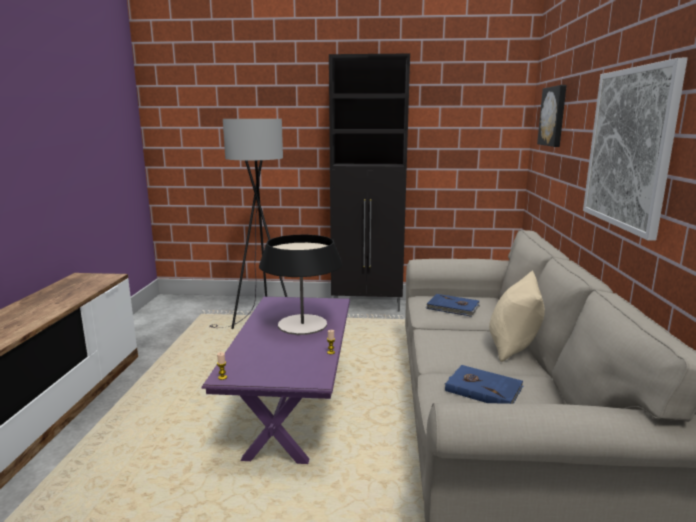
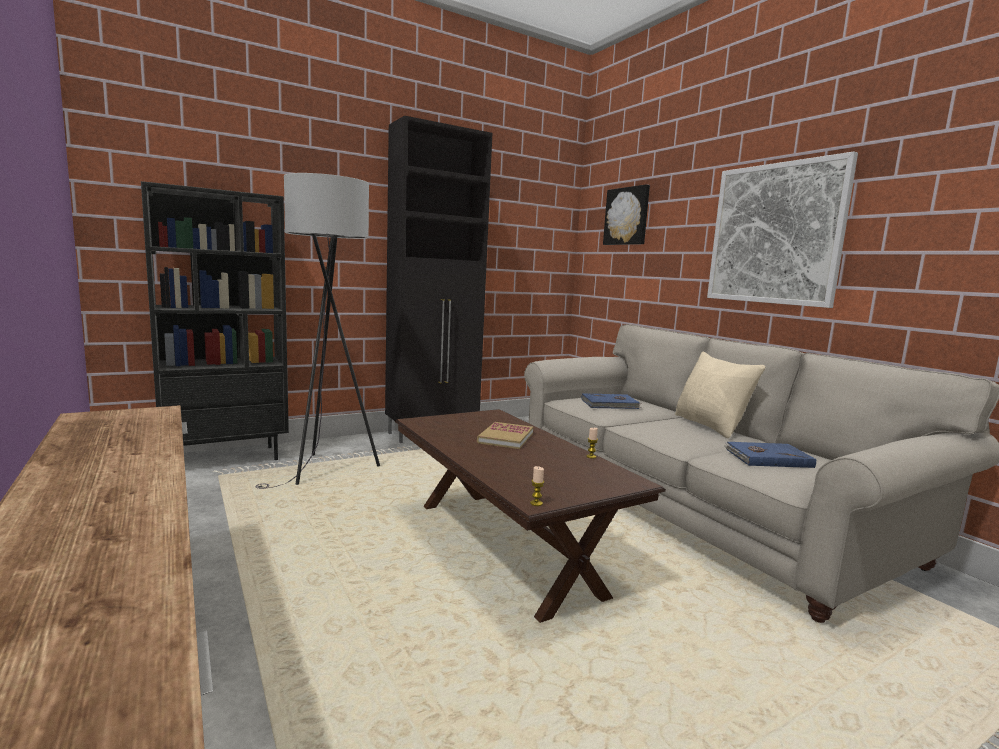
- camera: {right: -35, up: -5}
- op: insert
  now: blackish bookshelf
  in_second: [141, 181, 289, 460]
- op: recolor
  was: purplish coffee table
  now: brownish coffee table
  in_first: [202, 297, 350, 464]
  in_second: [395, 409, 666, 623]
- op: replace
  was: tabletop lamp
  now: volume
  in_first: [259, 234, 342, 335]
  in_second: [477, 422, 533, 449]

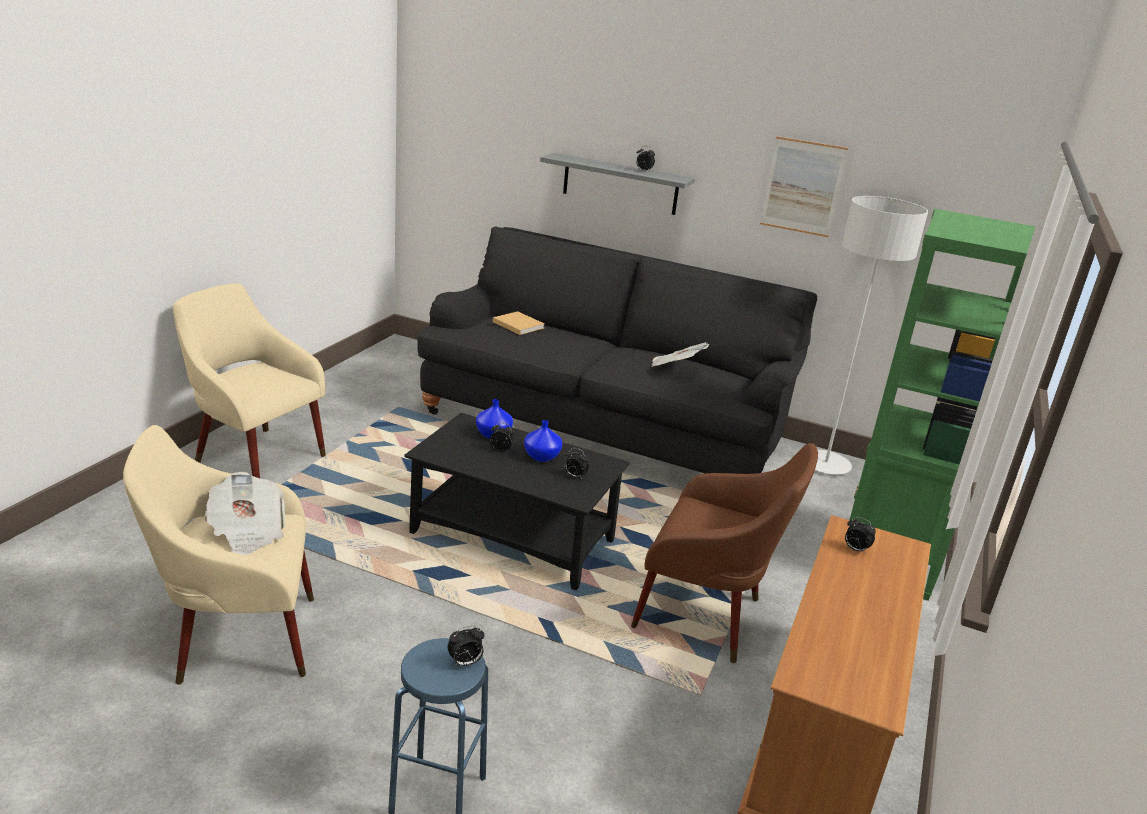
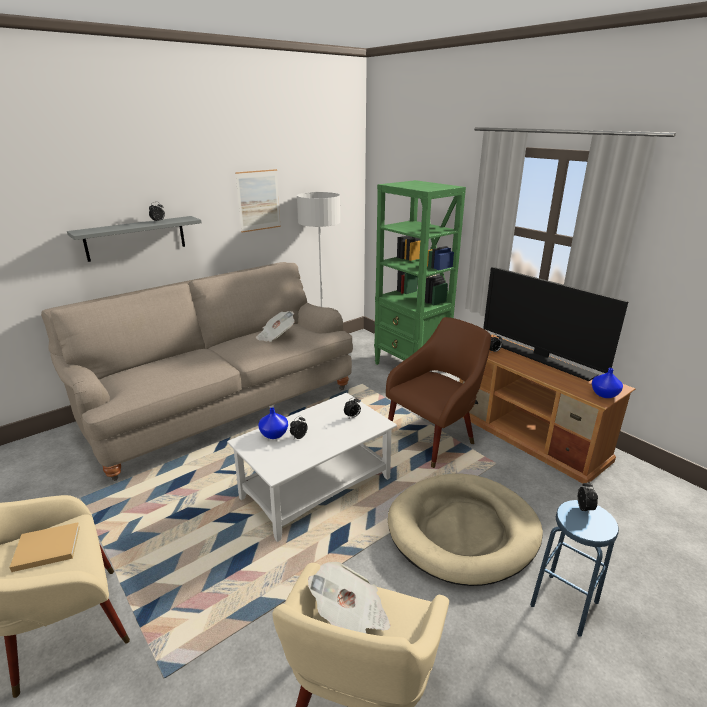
- camera: {right: -60, up: 0}
- op: move
  was: beige-coloured volume
  in_first: [493, 311, 545, 335]
  in_second: [9, 522, 80, 572]
- op: recolor
  was: blackish settee
  now: beige-coloured settee
  in_first: [417, 226, 817, 474]
  in_second: [41, 262, 353, 481]
- op: recolor
  was: blackish coffee table
  now: white coffee table
  in_first: [404, 413, 630, 590]
  in_second: [227, 393, 397, 542]
- op: insert
  now: beige-coloured dog bed
  in_second: [388, 474, 543, 586]
- op: insert
  now: television
  in_second: [483, 267, 628, 381]
- op: move
  was: blue decorative vase
  in_first: [524, 420, 563, 462]
  in_second: [592, 368, 623, 398]

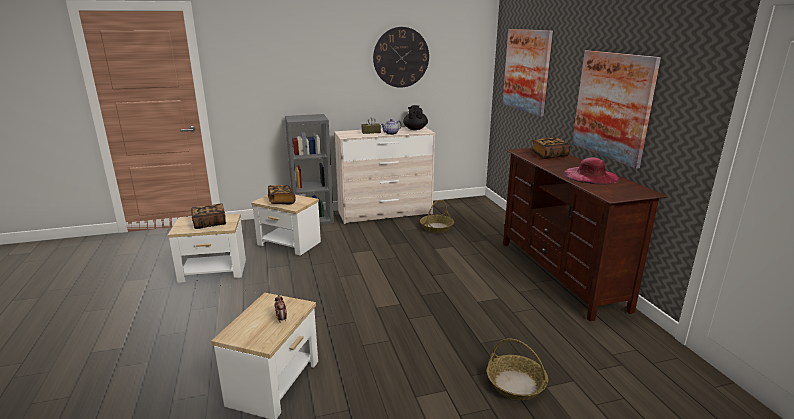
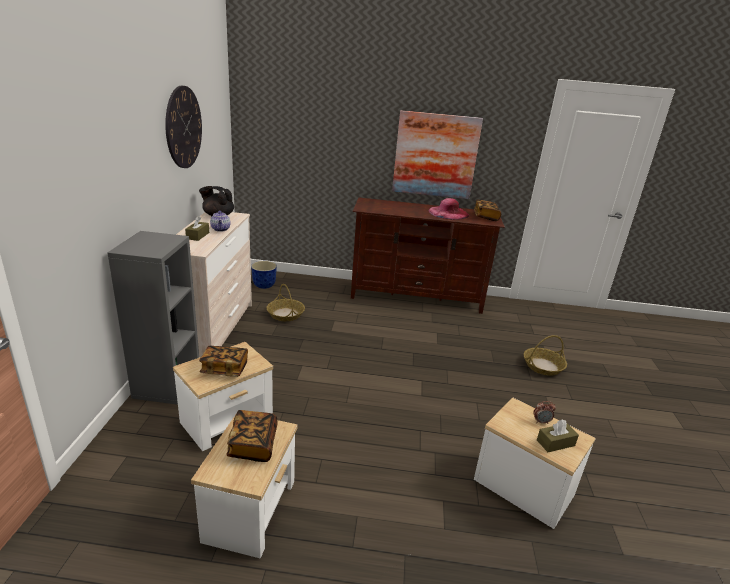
- camera: {right: -70, up: 5}
- op: insert
  now: flower pot
  in_second: [251, 261, 277, 289]
- op: move
  was: volume
  in_first: [531, 138, 571, 159]
  in_second: [474, 200, 501, 221]
- op: insert
  now: brownish tissue holder
  in_second: [537, 419, 579, 452]
- op: delete
  was: wall art
  in_first: [502, 29, 553, 117]

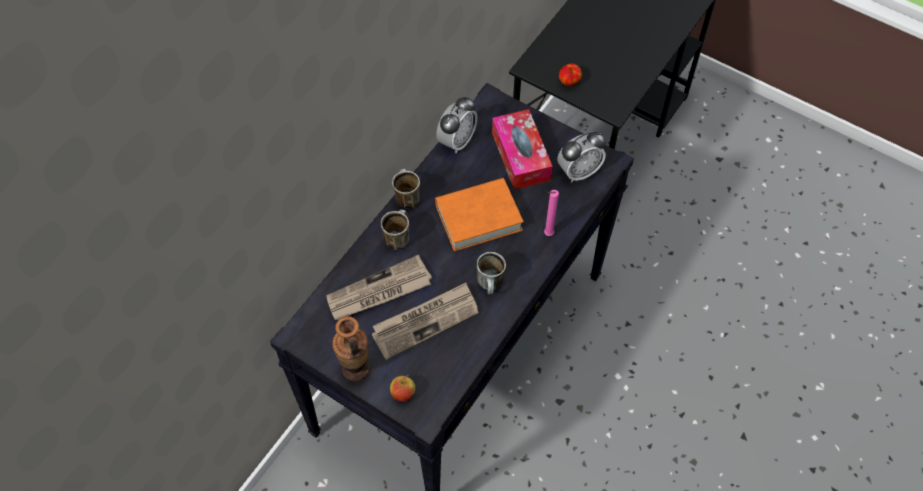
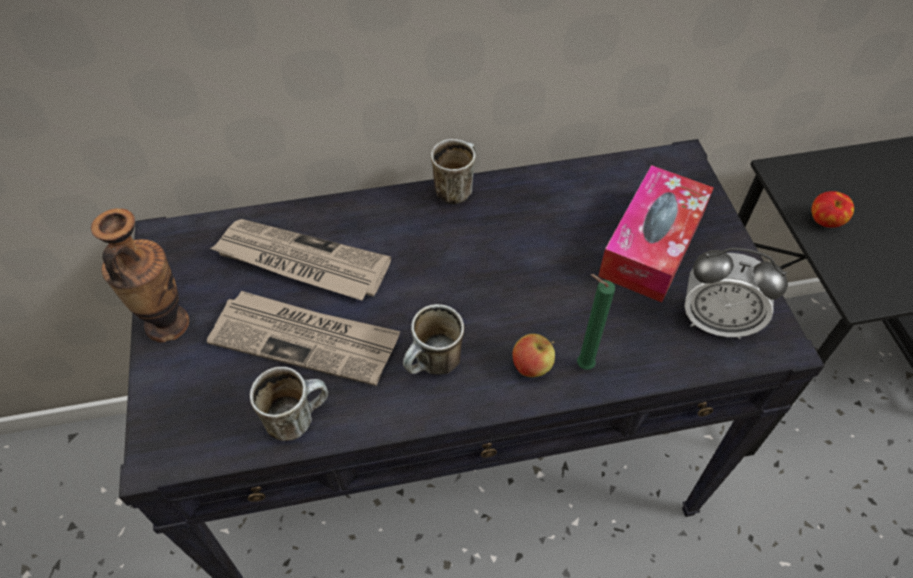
- camera: {right: 45, up: -5}
- op: move
  was: tea mug
  in_first: [381, 209, 409, 250]
  in_second: [250, 367, 328, 441]
- op: move
  was: apple
  in_first: [390, 375, 415, 402]
  in_second: [513, 334, 555, 377]
- op: recolor
  was: pinkish wax light
  now: green wax light
  in_first: [544, 190, 559, 236]
  in_second: [577, 274, 615, 370]
- op: delete
  was: orangey volume
  in_first: [435, 178, 524, 252]
- op: delete
  was: alarm clock
  in_first: [436, 96, 477, 153]

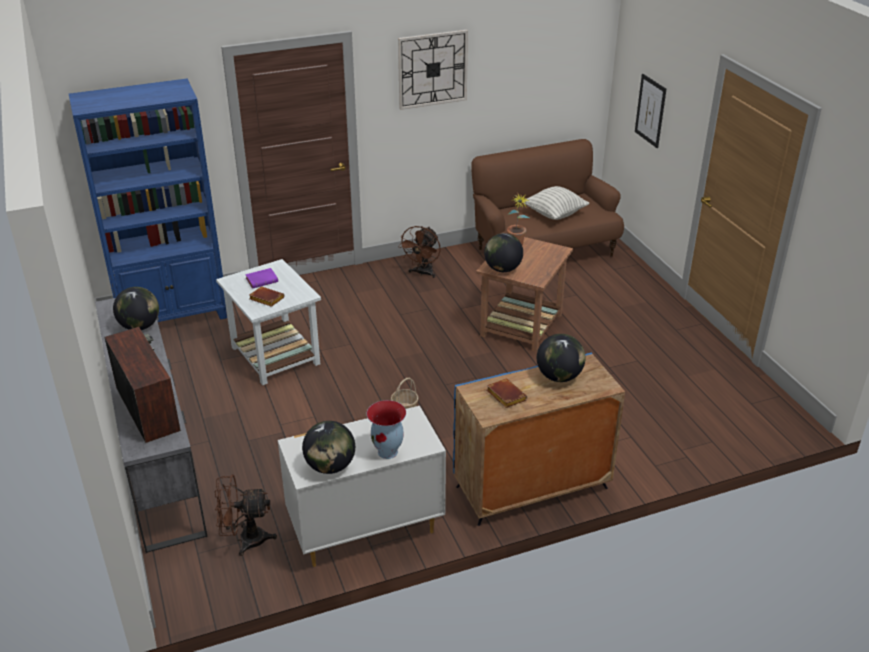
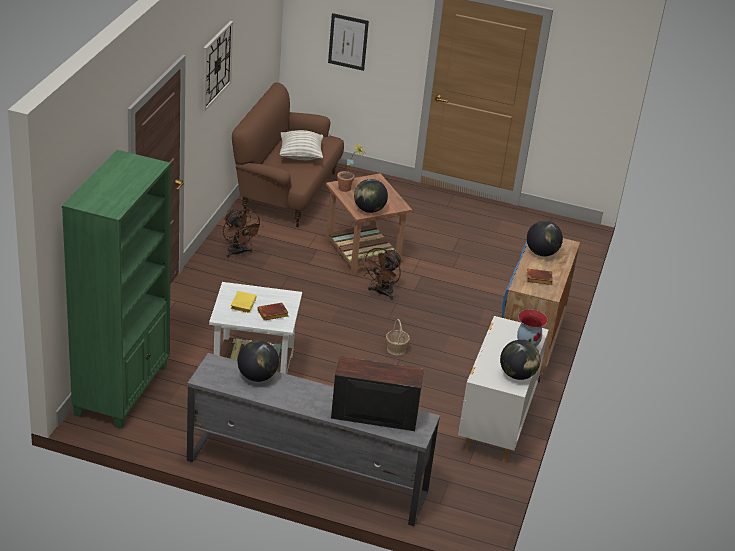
- camera: {right: -55, up: 0}
- op: recolor
  was: blue bookshelf
  now: green bookshelf
  in_first: [69, 78, 227, 322]
  in_second: [62, 150, 171, 429]
- op: recolor
  was: purplish volume
  now: yellow-coloured volume
  in_first: [245, 268, 278, 289]
  in_second: [231, 291, 256, 313]
- op: move
  was: brownish electric fan
  in_first: [215, 475, 277, 556]
  in_second: [361, 248, 402, 300]

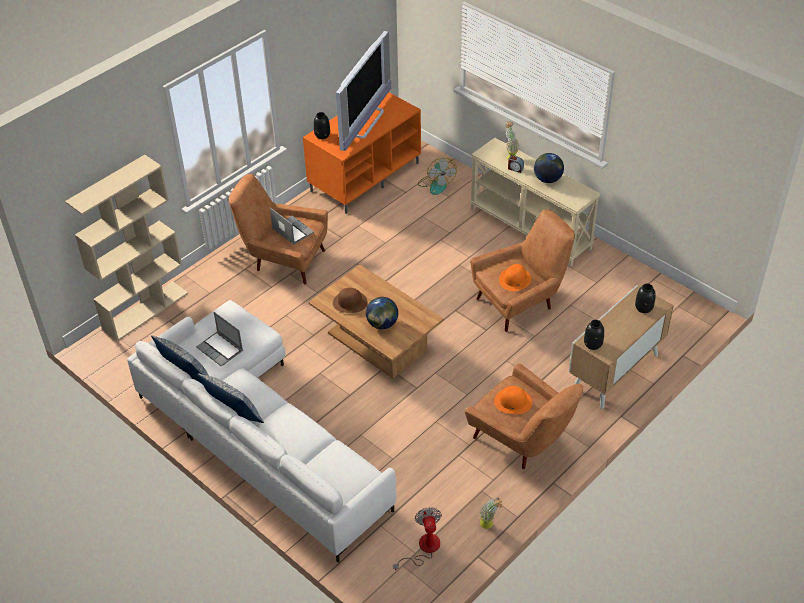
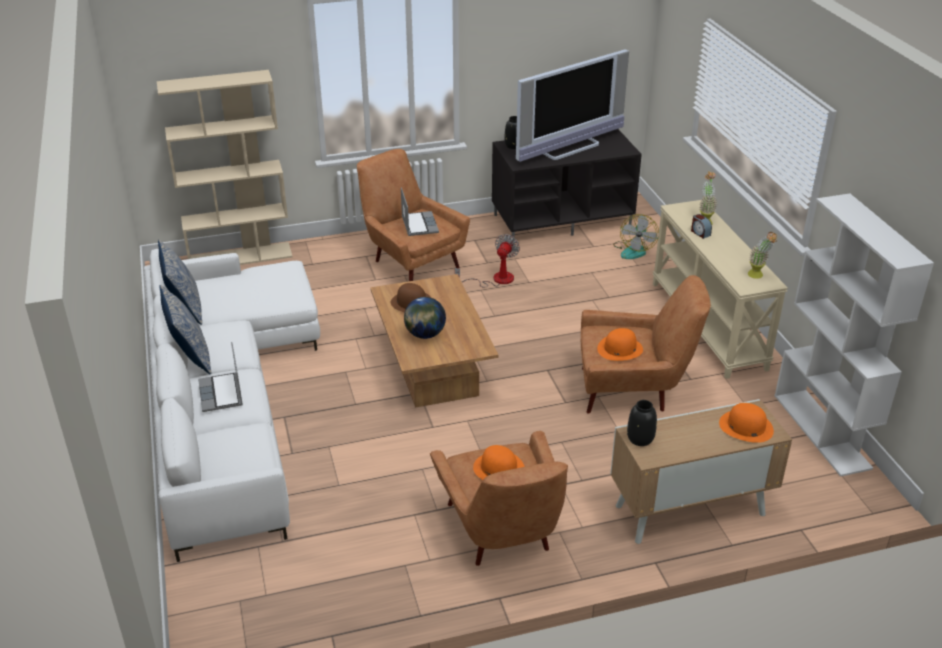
- camera: {right: 30, up: -10}
- op: move
  was: portable computer
  in_first: [196, 312, 243, 367]
  in_second: [198, 342, 243, 412]
- op: move
  was: electric fan
  in_first: [393, 507, 442, 571]
  in_second: [455, 234, 520, 287]
- op: recolor
  was: orangey tv unit
  now: blackish tv unit
  in_first: [303, 92, 421, 214]
  in_second: [492, 129, 642, 241]
- op: replace
  was: blackish decorative vase
  now: orangey clothing hat
  in_first: [635, 284, 656, 313]
  in_second: [719, 403, 774, 443]
- op: move
  was: plant in a pot
  in_first: [480, 498, 502, 529]
  in_second: [748, 232, 777, 279]
- op: insert
  now: white bookshelf
  in_second: [775, 193, 934, 477]
- op: delete
  was: desk globe
  in_first: [534, 153, 564, 183]

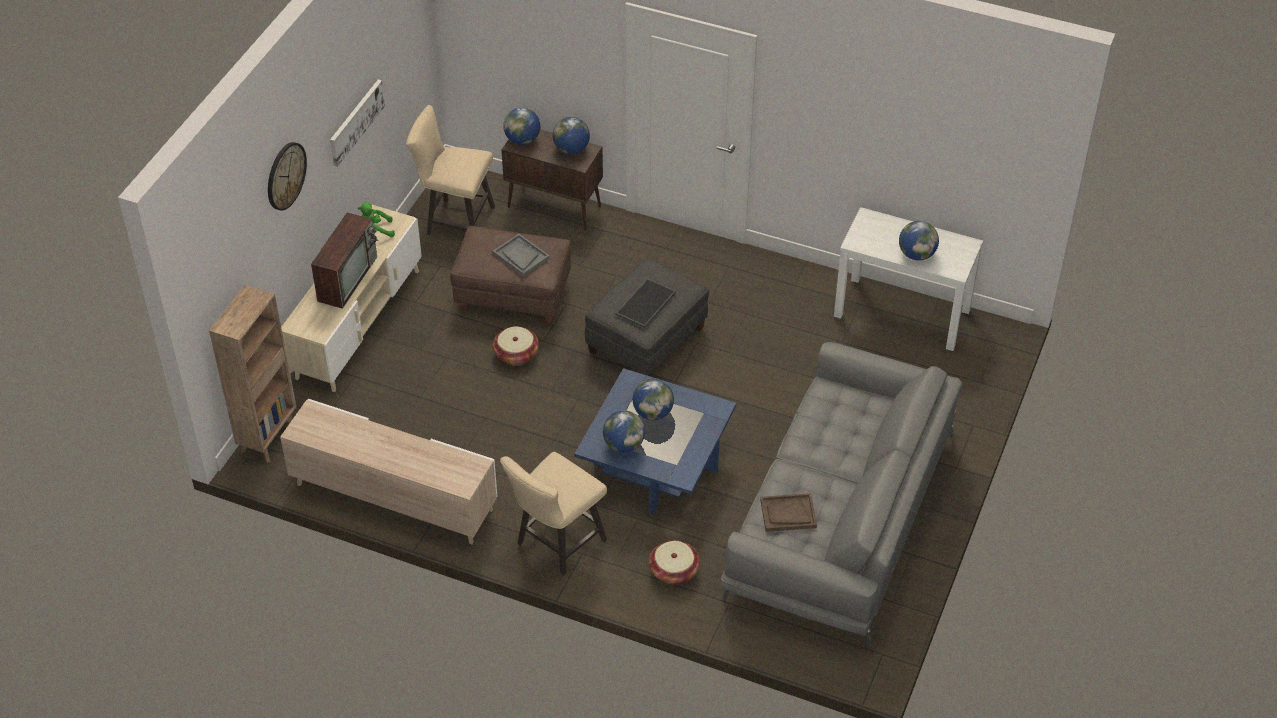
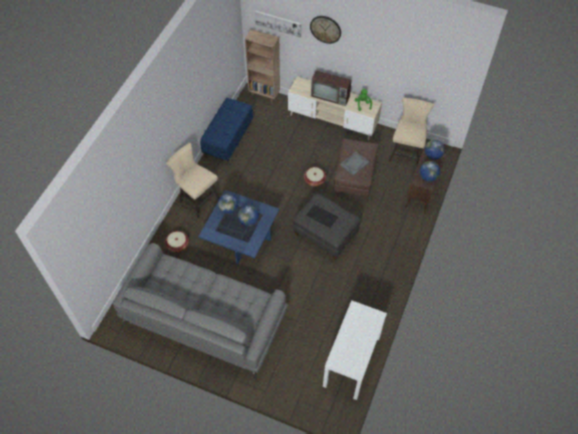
- camera: {right: 90, up: 10}
- op: replace
  was: beige-coloured tv unit
  now: blue indoor bench
  in_first: [280, 399, 497, 544]
  in_second: [200, 98, 253, 165]
- op: move
  was: wall art
  in_first: [330, 80, 385, 167]
  in_second: [255, 11, 301, 37]
- op: delete
  was: brownish carrying tray
  in_first: [760, 493, 817, 532]
- op: delete
  was: desk globe
  in_first: [899, 221, 939, 261]

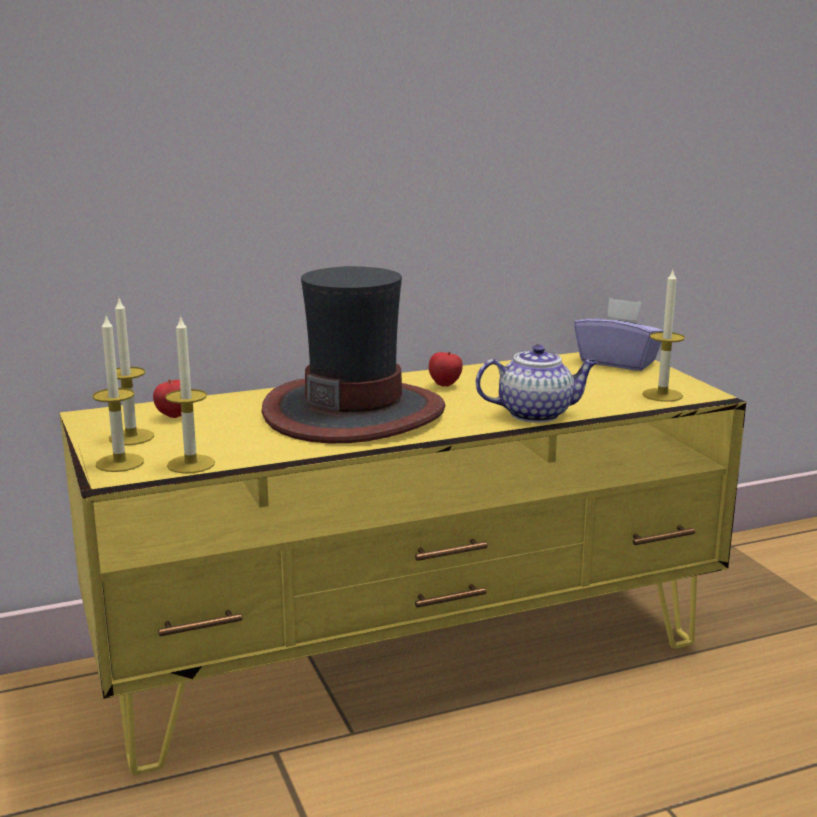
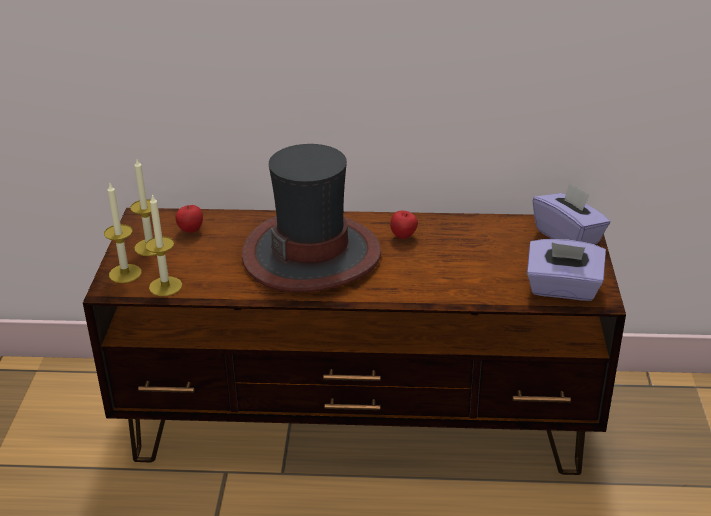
- camera: {right: 25, up: 15}
- op: recolor
  was: yellow-coloured tv unit
  now: brownish tv unit
  in_first: [60, 352, 746, 775]
  in_second: [83, 208, 626, 475]
- op: replace
  was: wax light
  now: purplish tissue holder
  in_first: [642, 270, 685, 402]
  in_second: [527, 239, 606, 301]
- op: delete
  was: teapot
  in_first: [476, 344, 598, 423]

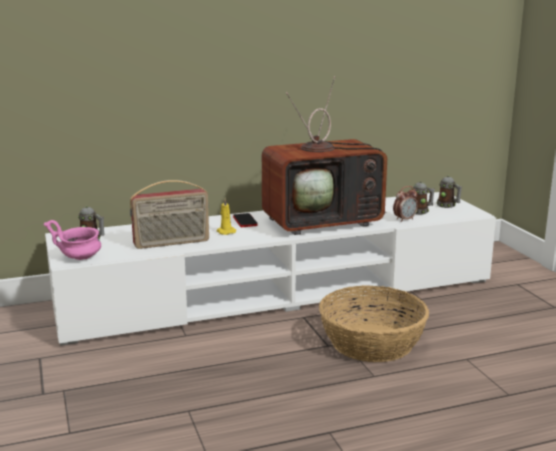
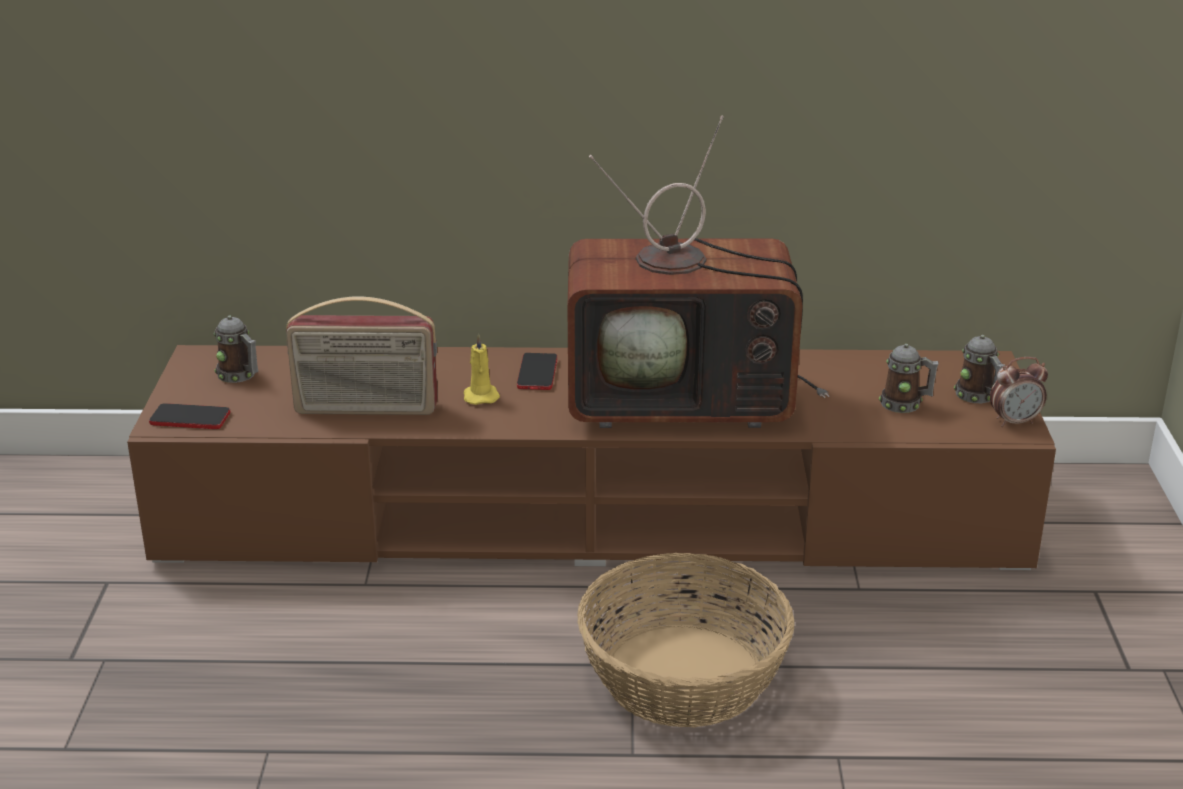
- camera: {right: 20, up: 10}
- op: recolor
  was: white tv unit
  now: brownish tv unit
  in_first: [45, 192, 496, 346]
  in_second: [127, 345, 1056, 570]
- op: replace
  was: pinkish serving bowl
  now: telephone
  in_first: [44, 220, 101, 260]
  in_second: [149, 403, 230, 429]
- op: move
  was: alarm clock
  in_first: [393, 186, 418, 222]
  in_second: [990, 357, 1048, 427]

